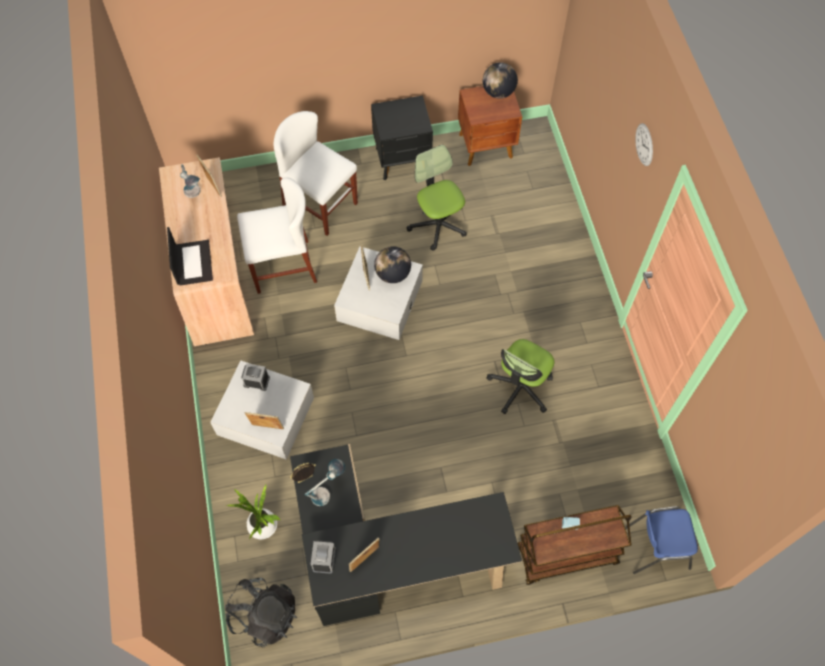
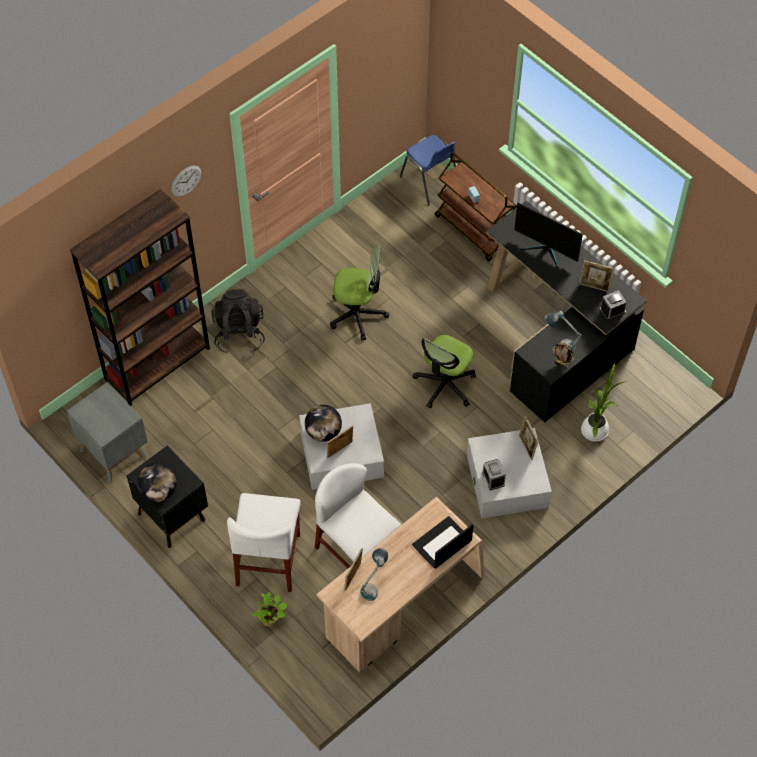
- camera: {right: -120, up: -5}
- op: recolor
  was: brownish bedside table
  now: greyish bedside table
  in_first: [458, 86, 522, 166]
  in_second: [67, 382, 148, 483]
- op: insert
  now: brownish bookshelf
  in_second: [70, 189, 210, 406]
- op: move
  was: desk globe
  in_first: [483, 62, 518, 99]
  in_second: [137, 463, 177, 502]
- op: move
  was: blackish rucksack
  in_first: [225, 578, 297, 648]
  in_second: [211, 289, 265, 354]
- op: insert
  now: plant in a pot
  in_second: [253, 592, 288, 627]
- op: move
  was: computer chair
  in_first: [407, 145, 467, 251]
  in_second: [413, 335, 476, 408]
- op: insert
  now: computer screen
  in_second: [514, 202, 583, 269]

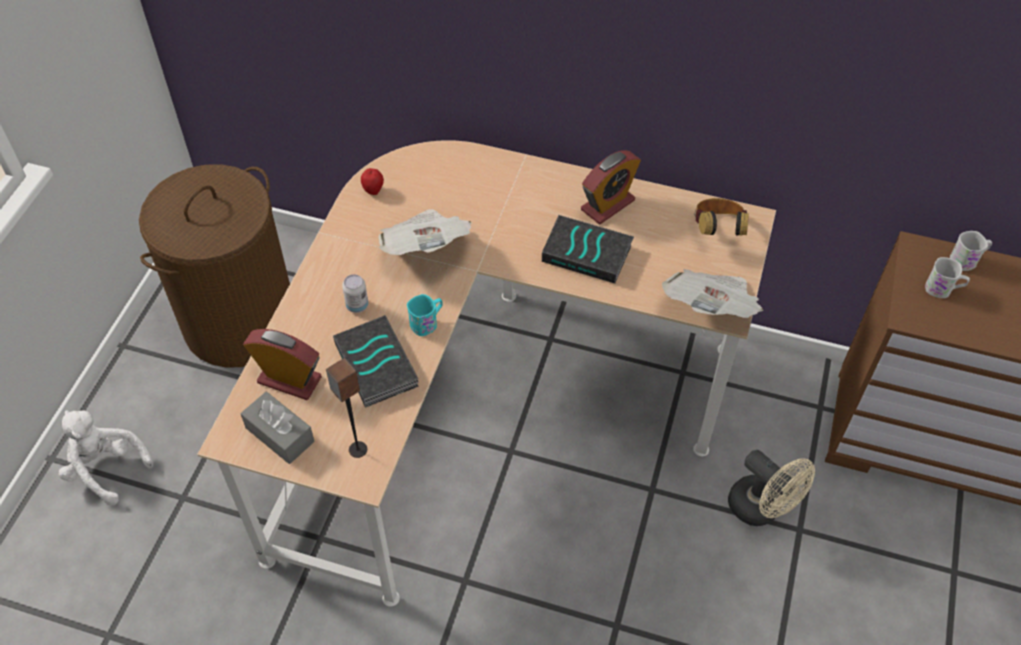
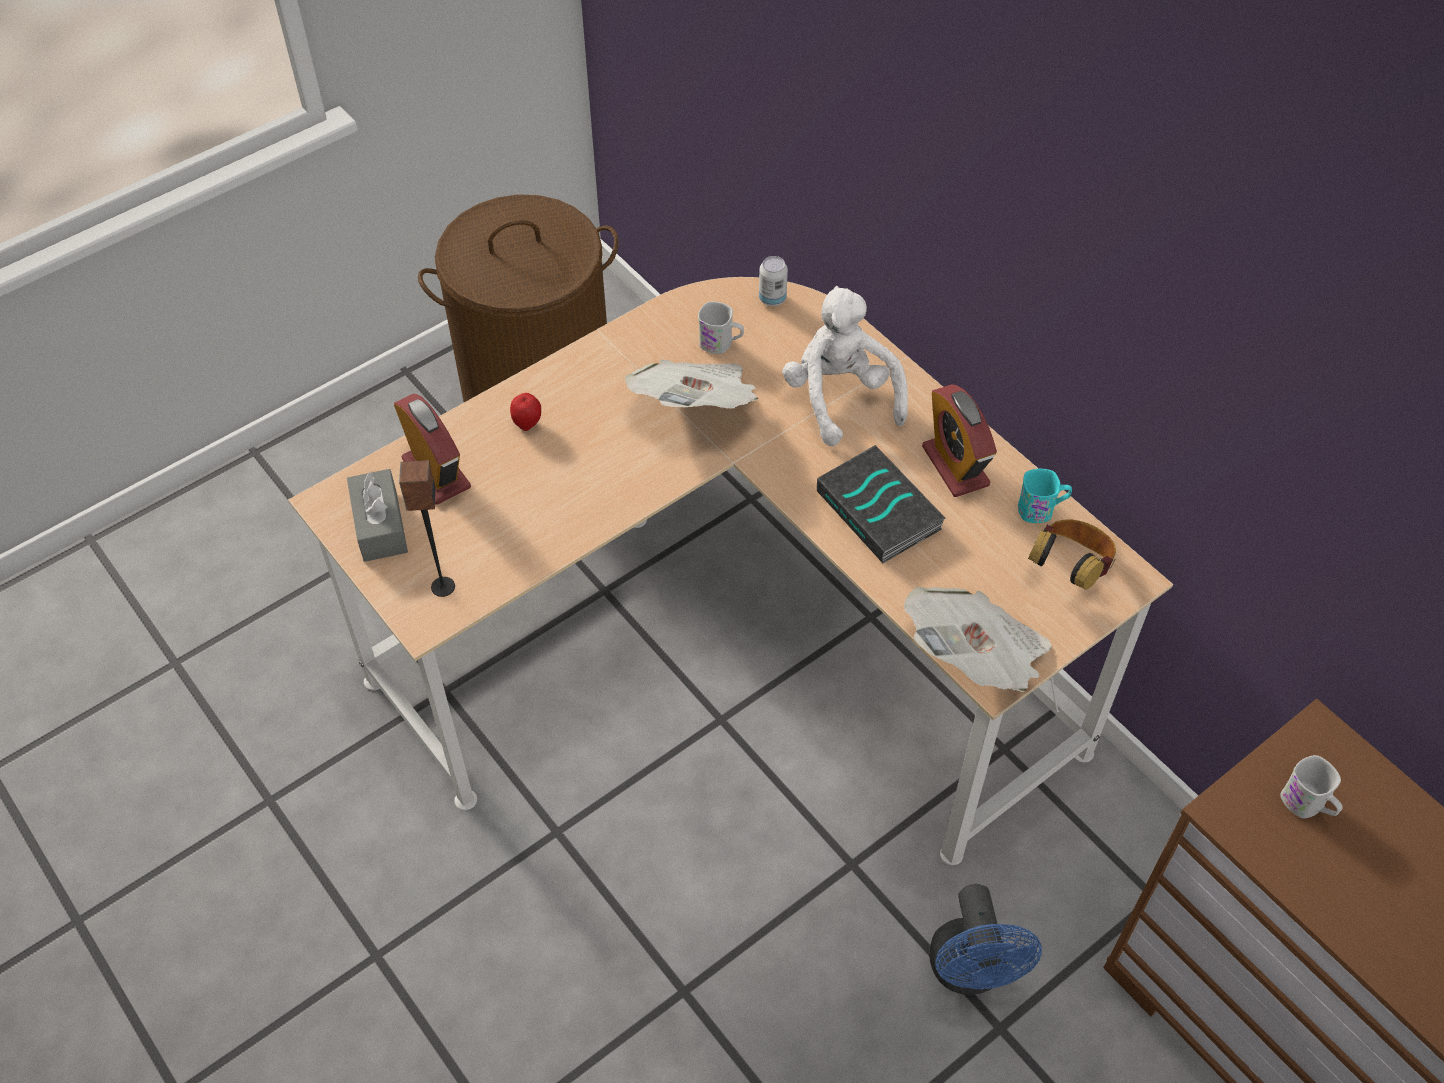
- camera: {right: 35, up: 0}
- op: move
  was: apple
  in_first: [361, 168, 384, 195]
  in_second: [510, 393, 541, 431]
- op: move
  was: white tea mug
  in_first: [950, 231, 992, 271]
  in_second: [698, 301, 744, 354]
- op: move
  was: can
  in_first: [342, 274, 368, 313]
  in_second: [759, 256, 788, 306]
- op: move
  was: white cuddly toy
  in_first: [59, 410, 153, 505]
  in_second: [782, 286, 908, 446]
- op: rotate
  was: alarm clock
  in_first: [581, 150, 641, 224]
  in_second: [922, 384, 997, 497]
  clockwise: 75
- op: recolor
  was: beige-coloured electric fan
  now: blue electric fan
  in_first: [728, 450, 815, 526]
  in_second: [929, 884, 1042, 995]
- op: move
  was: turquoise tea mug
  in_first: [407, 294, 443, 336]
  in_second: [1018, 469, 1072, 523]
- op: delete
  was: volume
  in_first: [333, 315, 419, 407]

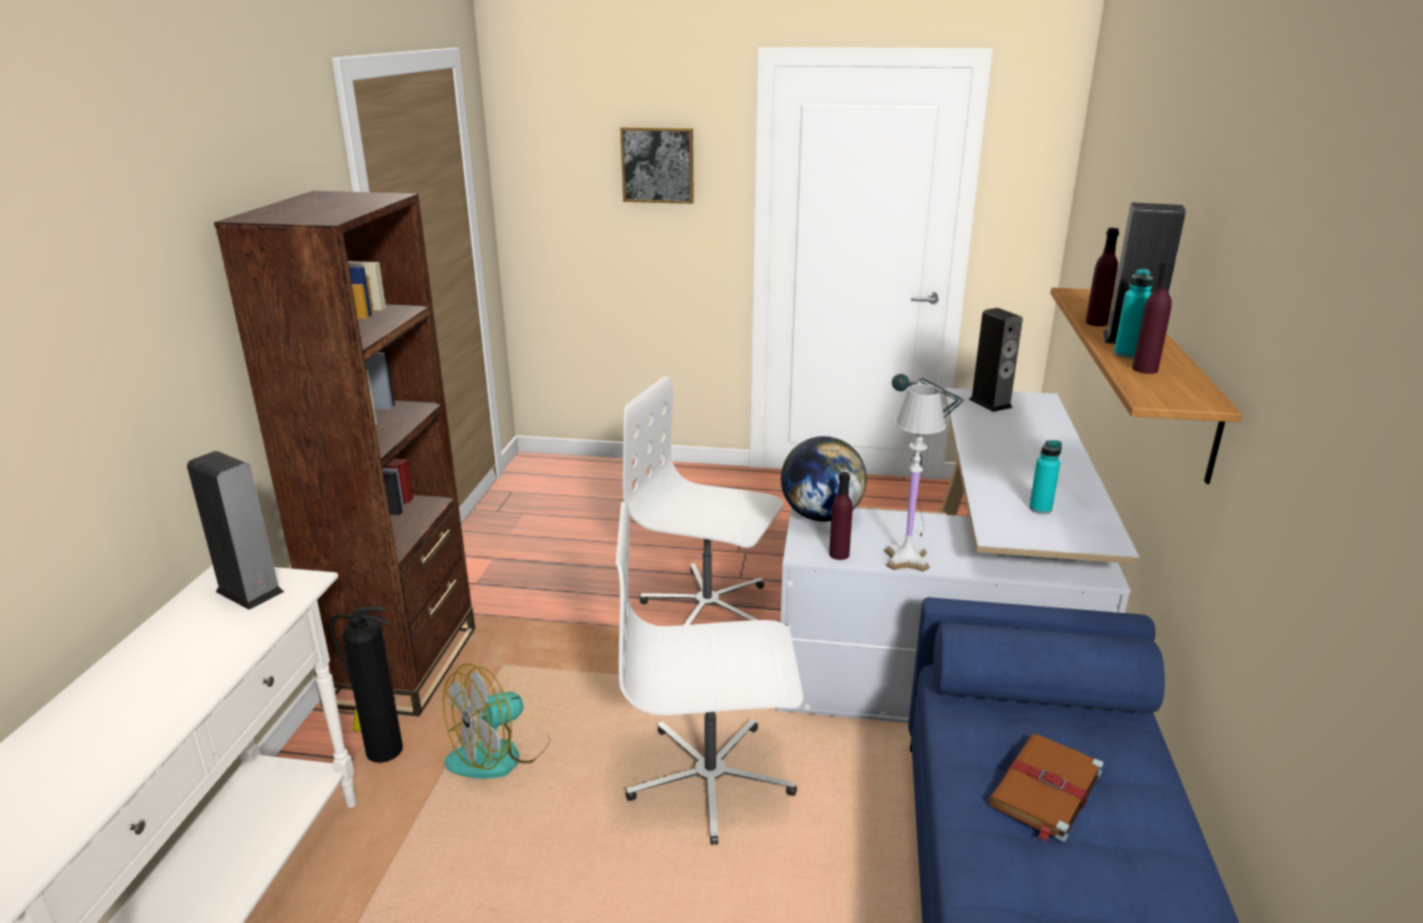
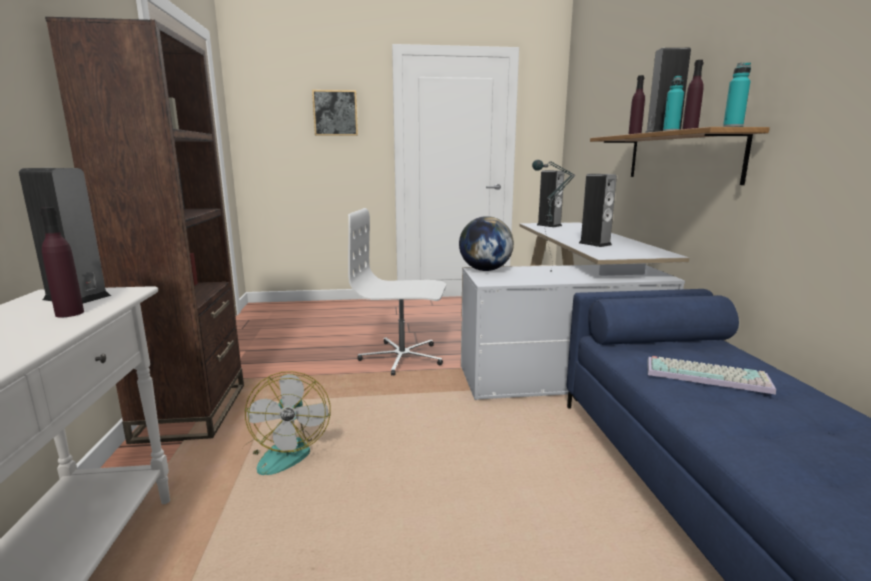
- camera: {right: -15, up: -10}
- op: move
  was: purplish beverage bottle
  in_first: [829, 472, 853, 560]
  in_second: [40, 207, 84, 317]
- op: rotate
  was: electric fan
  in_first: [443, 664, 549, 779]
  in_second: [242, 371, 331, 475]
  clockwise: -45
- op: insert
  now: loudspeaker
  in_second: [579, 174, 617, 247]
- op: replace
  was: brownish volume
  now: keyboard
  in_first: [988, 734, 1104, 842]
  in_second: [647, 356, 776, 395]
- op: move
  was: turquoise beverage bottle
  in_first: [1029, 440, 1062, 514]
  in_second: [723, 62, 751, 127]
- op: delete
  was: extinguisher
  in_first: [330, 604, 403, 763]
- op: delete
  was: white computer chair
  in_first: [616, 502, 803, 845]
- op: delete
  was: white tabletop lamp
  in_first: [884, 384, 946, 572]

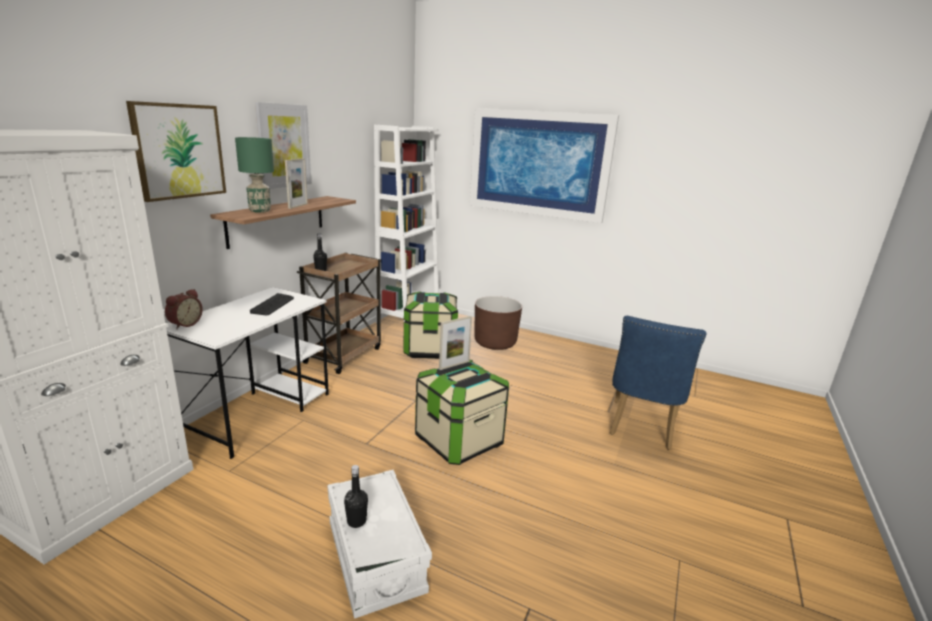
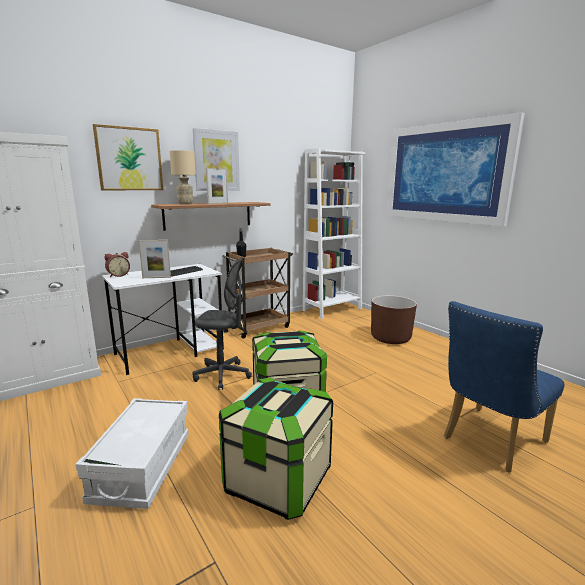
- camera: {right: 30, up: -5}
- op: move
  was: standing frame
  in_first: [439, 316, 472, 370]
  in_second: [138, 240, 171, 278]
- op: recolor
  was: green tabletop lamp
  now: beige-coloured tabletop lamp
  in_first: [235, 137, 274, 213]
  in_second: [170, 150, 196, 205]
- op: insert
  now: greyish computer chair
  in_second: [192, 259, 252, 390]
- op: move
  was: storage bin
  in_first: [403, 292, 458, 359]
  in_second: [219, 378, 333, 520]
- op: delete
  was: blackish beverage bottle
  in_first: [344, 465, 368, 528]

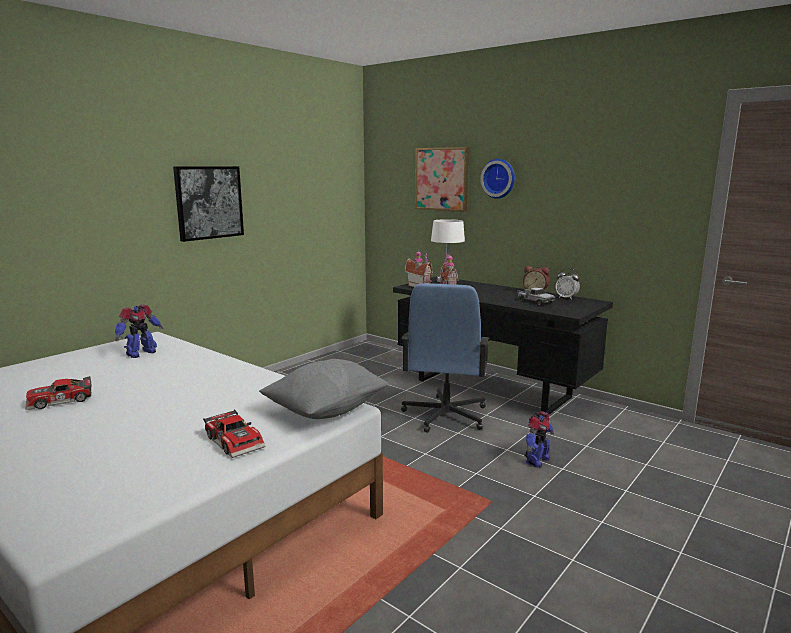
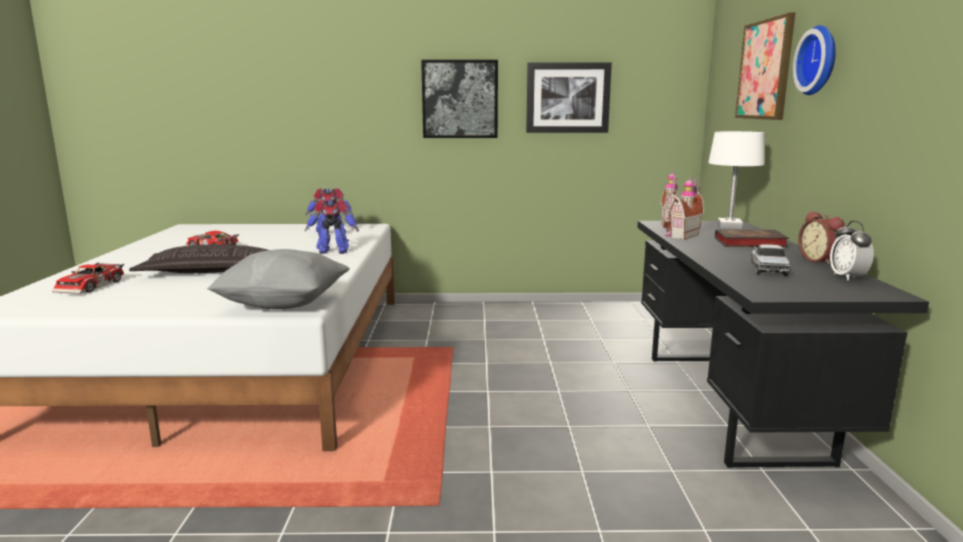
- camera: {right: 50, up: 0}
- op: move
  was: toy car
  in_first: [203, 409, 266, 458]
  in_second: [52, 262, 124, 294]
- op: insert
  now: throw pillow
  in_second: [129, 244, 267, 273]
- op: move
  was: robot figure
  in_first: [524, 411, 554, 468]
  in_second: [305, 200, 359, 254]
- op: insert
  now: wall art
  in_second: [526, 62, 612, 133]
- op: insert
  now: volume
  in_second: [715, 230, 789, 247]
- op: delete
  was: blue computer chair
  in_first: [401, 283, 490, 433]

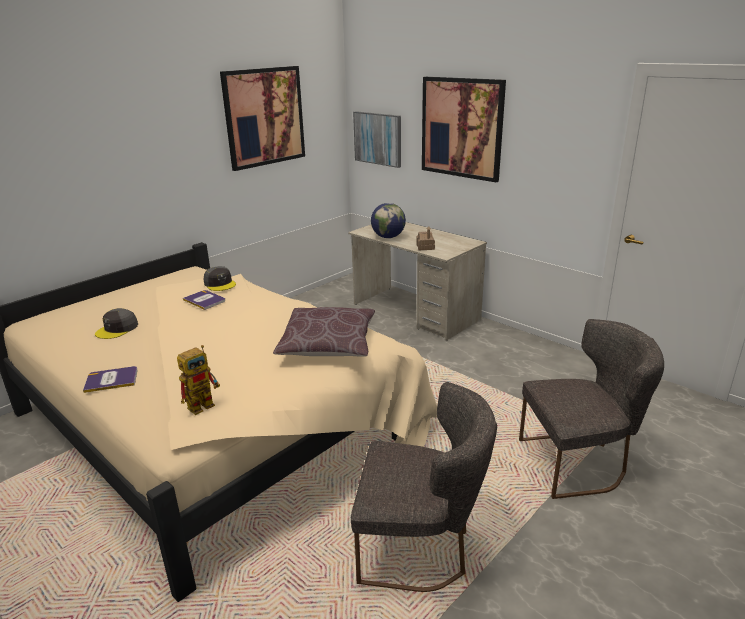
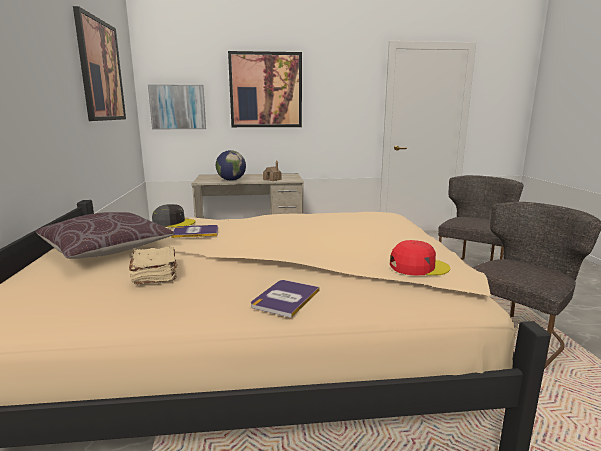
- camera: {right: -50, up: -10}
- op: move
  was: brownish throw pillow
  in_first: [273, 307, 375, 357]
  in_second: [36, 212, 174, 259]
- op: replace
  was: greyish baseball cap
  now: beige-coloured volume
  in_first: [95, 308, 138, 339]
  in_second: [129, 247, 177, 285]
- op: replace
  was: robot figure
  now: red-coloured baseball cap
  in_first: [177, 345, 220, 415]
  in_second: [390, 240, 450, 276]

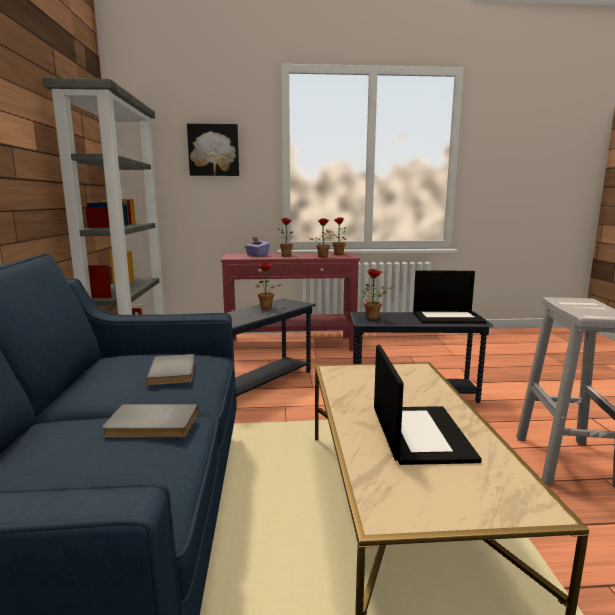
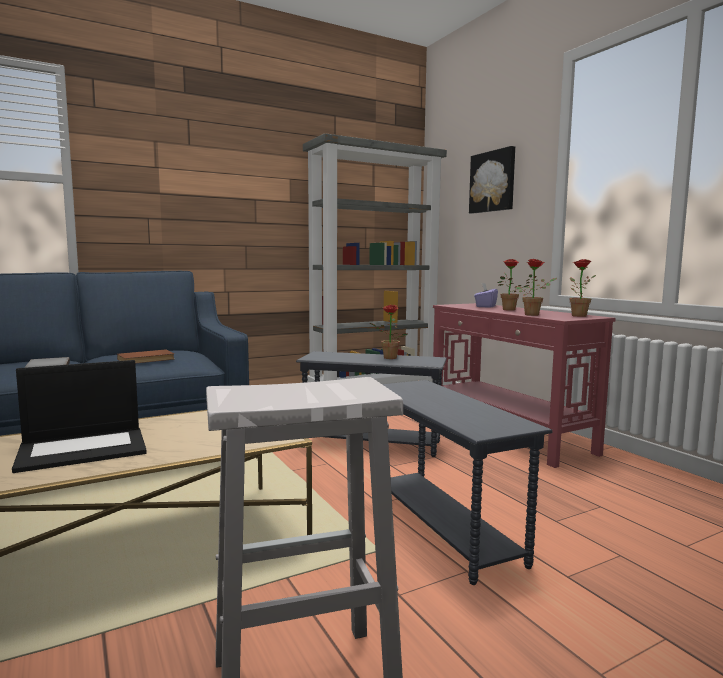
- camera: {right: 65, up: -5}
- op: recolor
  was: greyish volume
  now: brownish volume
  in_first: [146, 354, 195, 385]
  in_second: [117, 350, 175, 363]
- op: delete
  was: plant in a pot
  in_first: [362, 269, 394, 320]
- op: delete
  was: portable computer
  in_first: [413, 271, 487, 324]

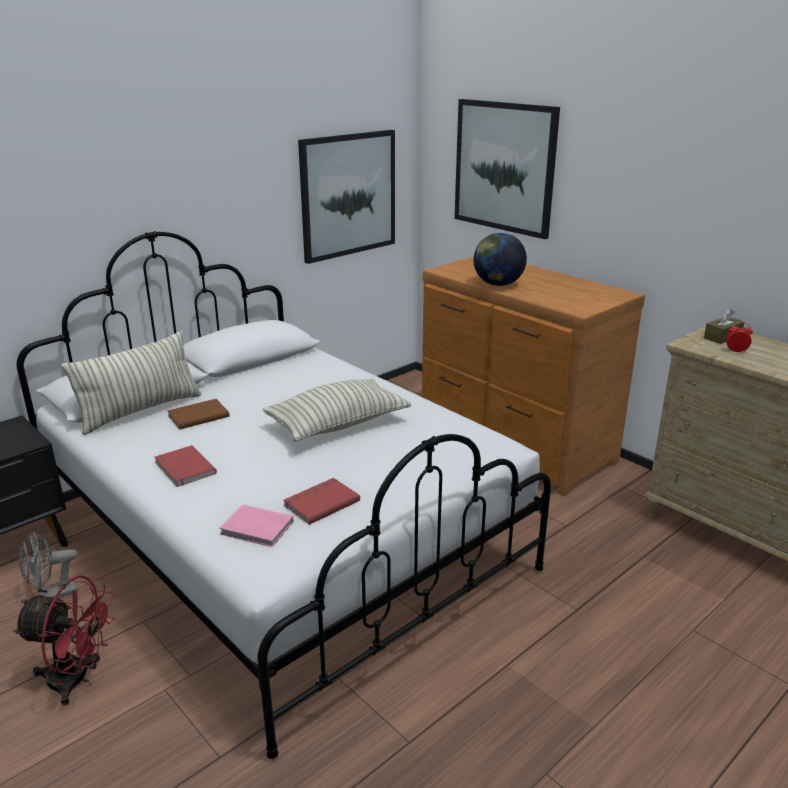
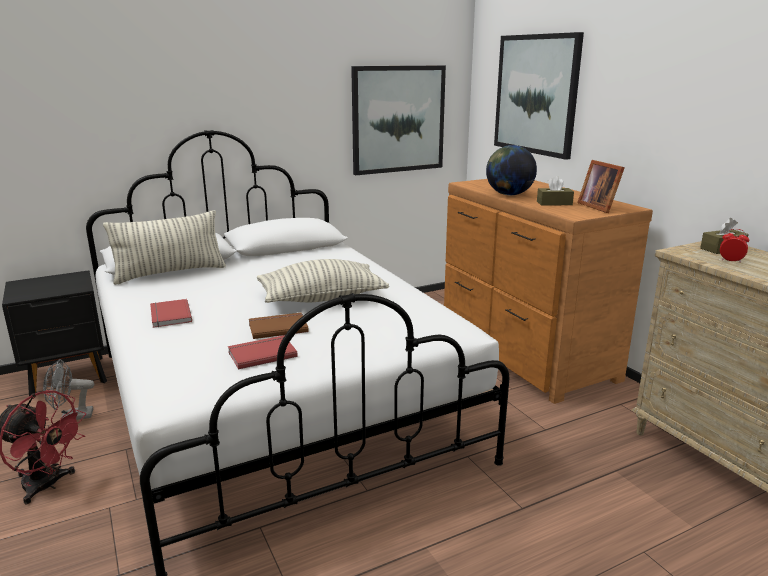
- camera: {right: 15, up: -5}
- op: move
  was: brownish volume
  in_first: [168, 399, 230, 430]
  in_second: [249, 313, 309, 339]
- op: insert
  now: brownish tissue holder
  in_second: [537, 176, 574, 205]
- op: insert
  now: standing frame
  in_second: [577, 160, 625, 213]
- op: delete
  was: pinkish volume
  in_first: [219, 505, 293, 547]

